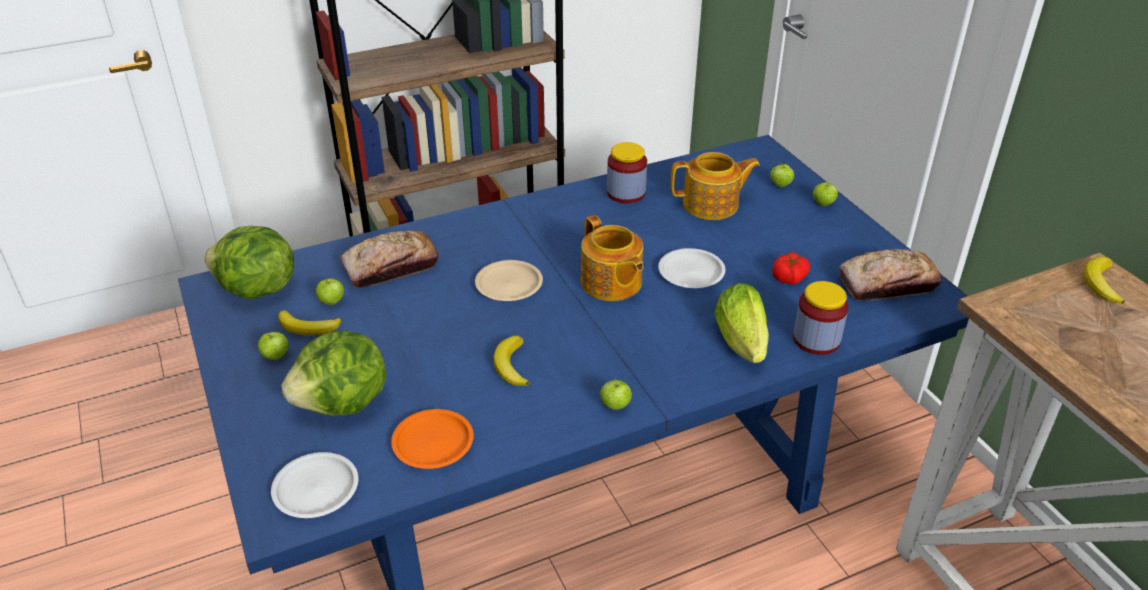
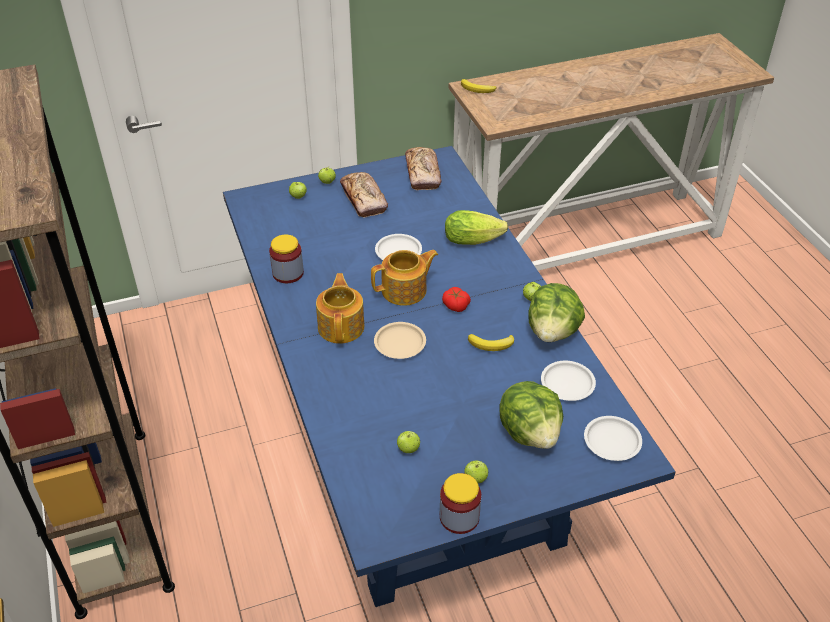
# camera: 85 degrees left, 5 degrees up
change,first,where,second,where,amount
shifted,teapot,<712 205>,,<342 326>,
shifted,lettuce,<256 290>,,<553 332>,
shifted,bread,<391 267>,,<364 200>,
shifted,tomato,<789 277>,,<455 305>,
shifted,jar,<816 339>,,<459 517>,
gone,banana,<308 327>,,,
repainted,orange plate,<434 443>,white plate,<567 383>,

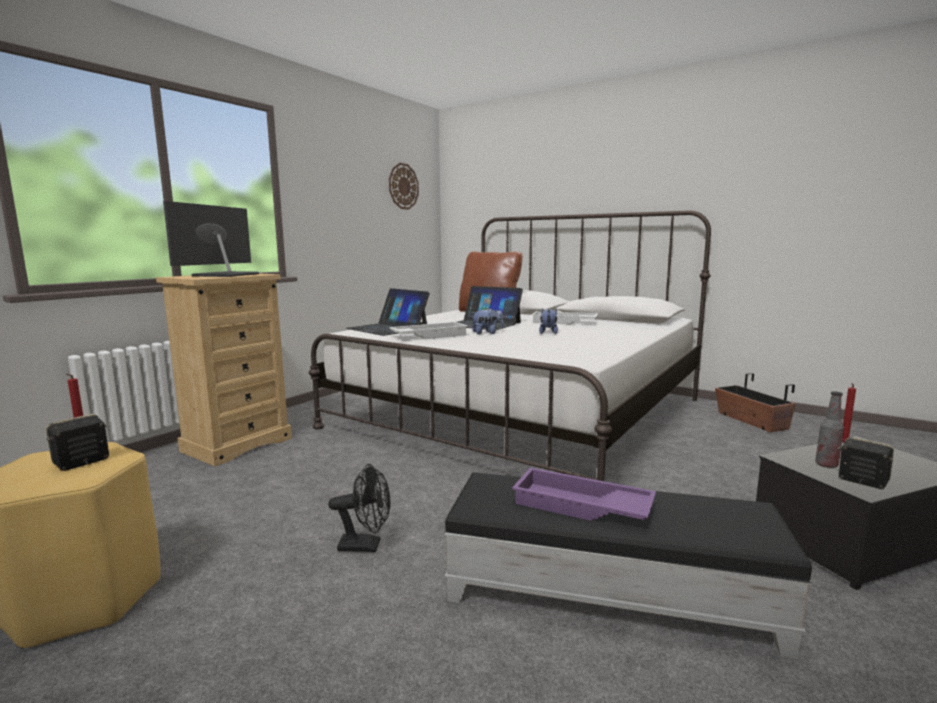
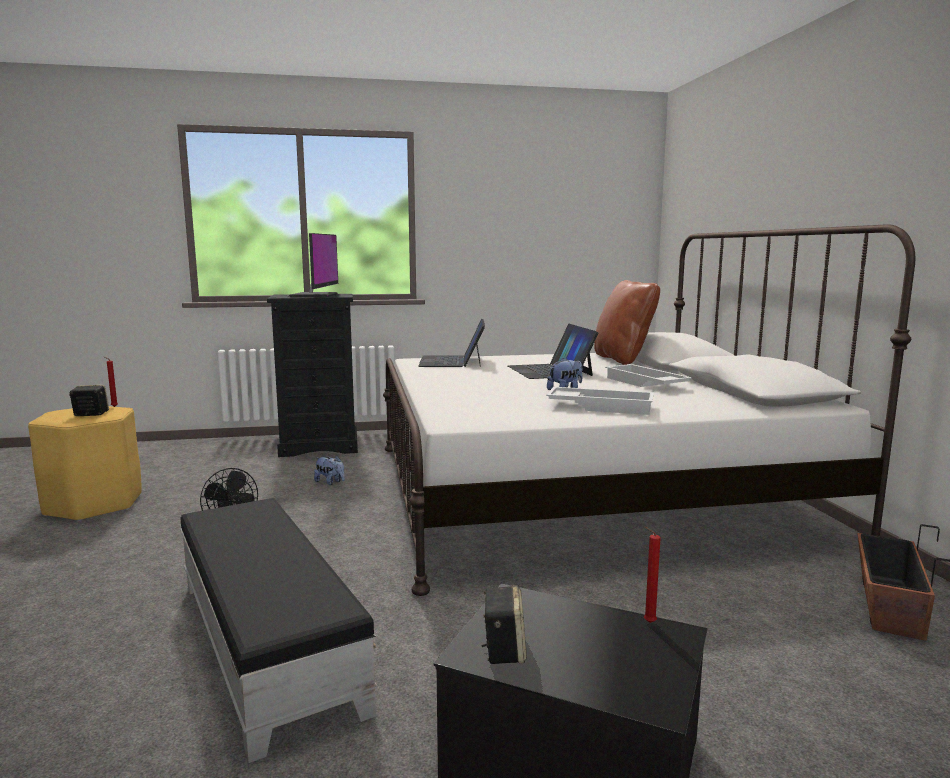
# camera: 45 degrees right, 0 degrees up
change,first,where,second,where,amount
gone,wall clock,<403 186>,,,
rotated,monitor,<224 275>,,<315 295>,120 degrees clockwise
repainted,beige dresser,<237 444>,black dresser,<319 446>,
shifted,plush toy,<487 333>,,<330 482>,
shifted,white tray,<429 336>,,<601 406>,
gone,bottle,<826 465>,,,
gone,purple tray,<580 506>,,,

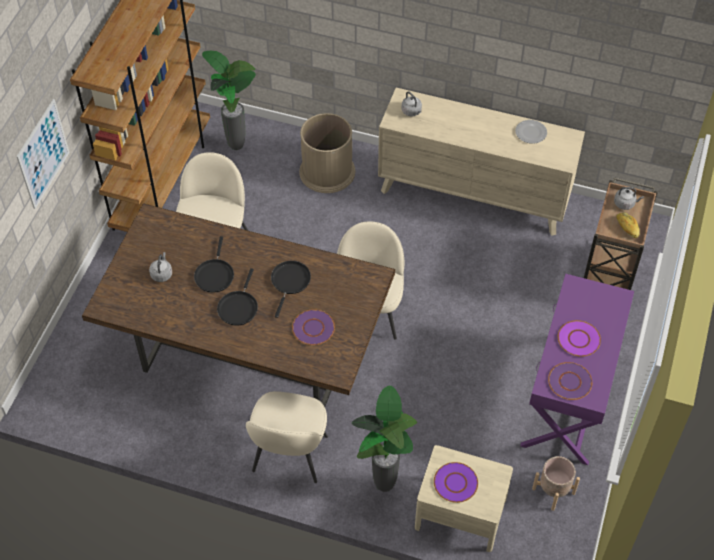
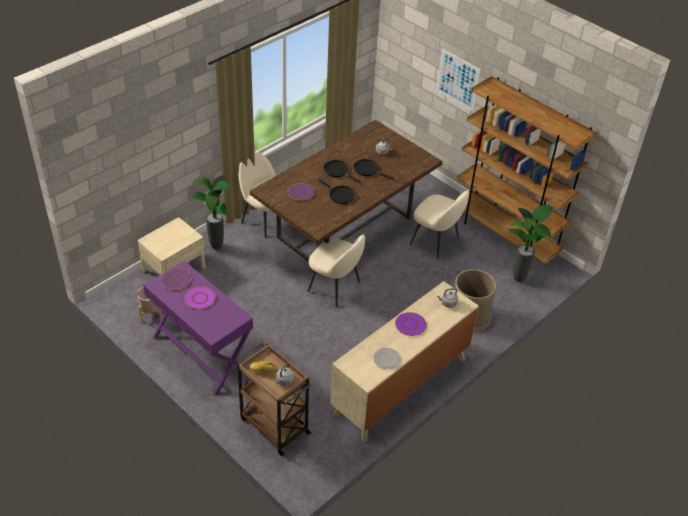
# camera: 115 degrees right, 10 degrees down
change,first,where,second,where,amount
shifted,purple plate,<455 482>,,<410 324>,

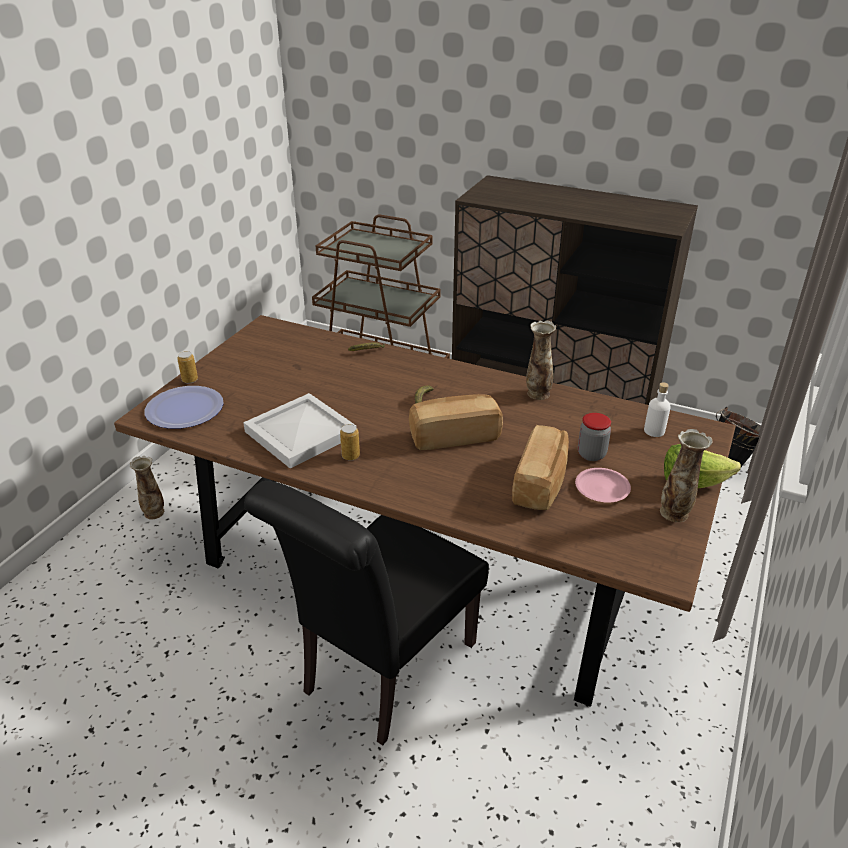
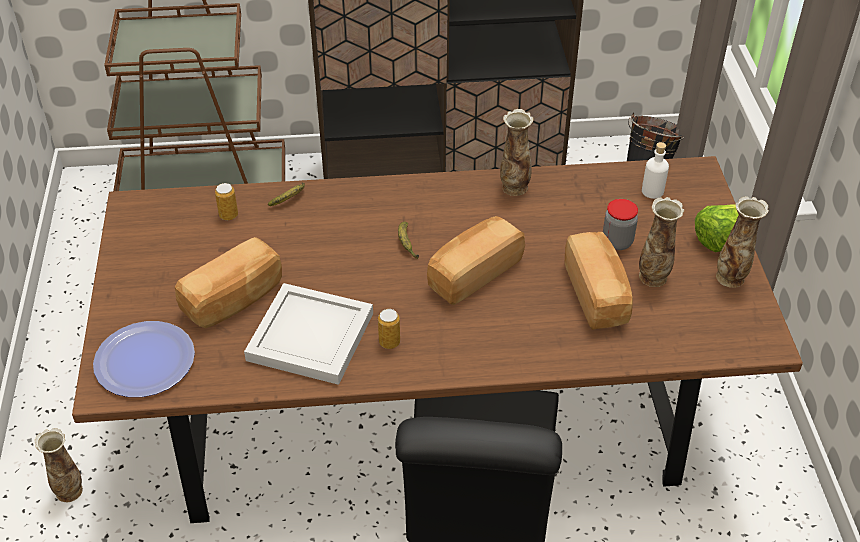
# camera: 30 degrees left, 10 degrees up
change,first,where,second,where,amount
shifted,can,<190 380>,,<228 215>,
swapped,pink plate,<601 488>,vase,<653 277>,
new,,,bread,<234 299>,

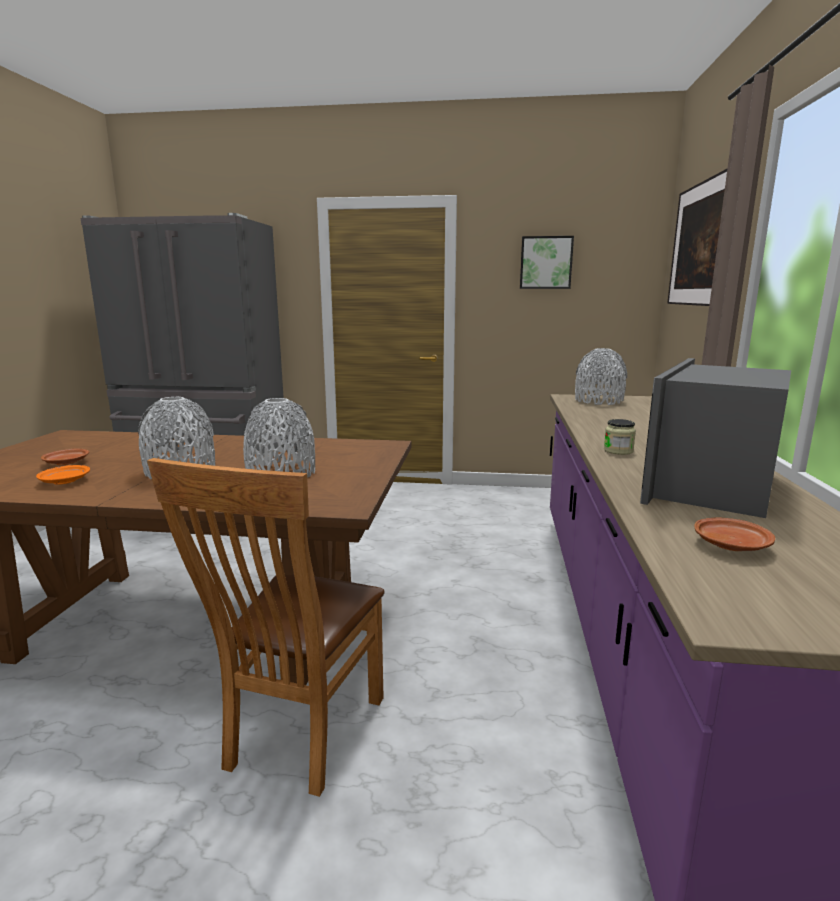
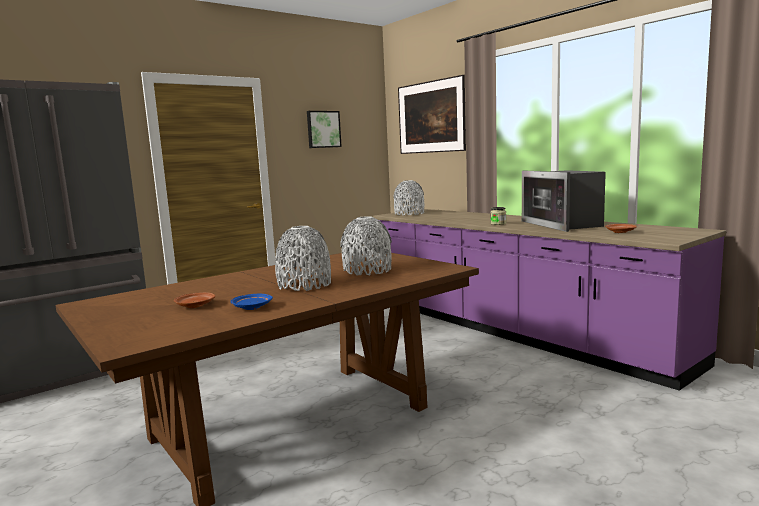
# camera: 45 degrees left, 5 degrees down
change,first,where,second,where,amount
gone,brown chair,<299 737>,,,
repainted,orange plate,<65 481>,blue plate,<251 307>,

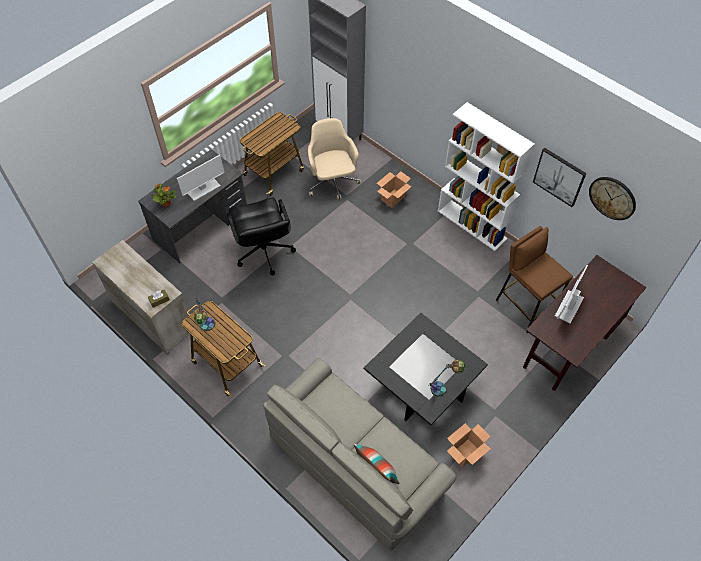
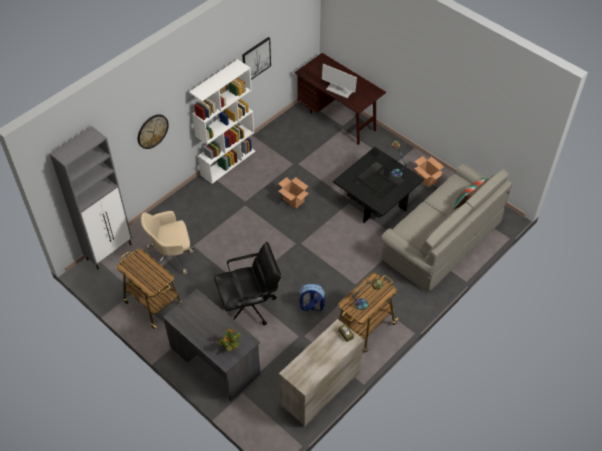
# camera: 90 degrees left, 5 degrees down
change,first,where,second,where,amount
gone,monitor,<203 189>,,,
shifted,cardboard box,<393 198>,,<293 200>,
shifted,wall clock,<612 198>,,<152 131>,
gone,brown stool,<525 306>,,,
new,,,backpack,<311 306>,

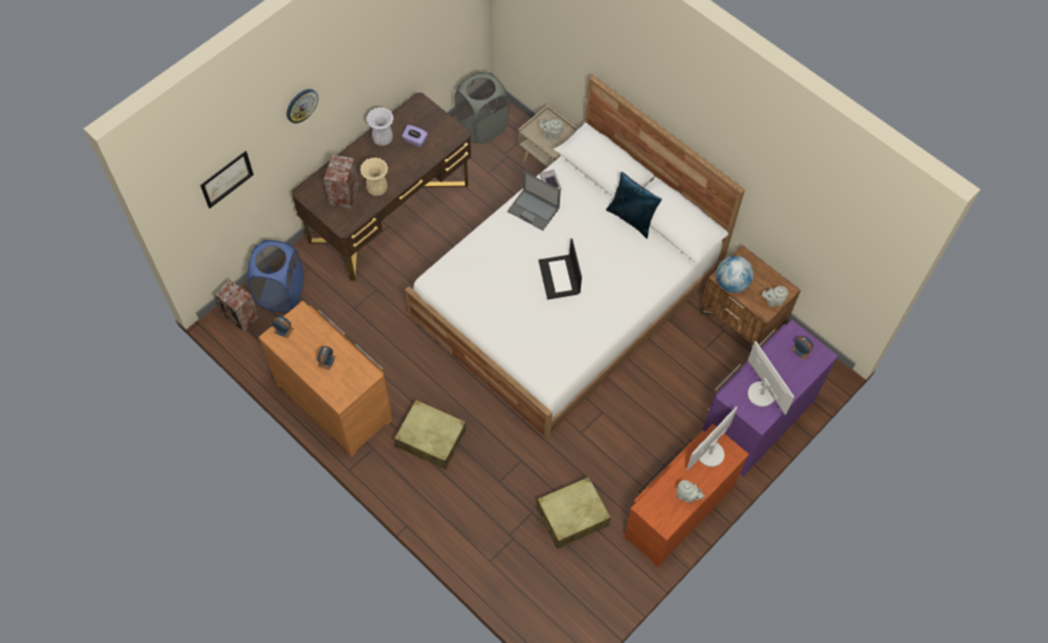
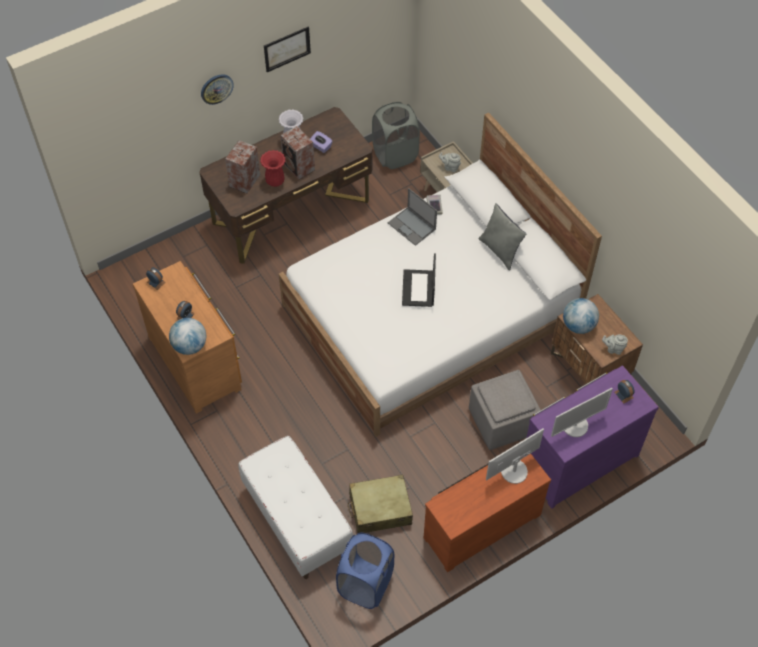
# camera: 15 degrees right, 5 degrees down
change,first,where,second,where,amount
shifted,picture,<226 179>,,<287 49>,
repainted,beige vase,<376 189>,red vase,<274 181>,
repainted,blue pillow,<632 218>,grey pillow,<500 250>,
shifted,blue laundry basket,<281 293>,,<365 584>,
shifted,speaker,<241 317>,,<299 167>,
rotated,monitor,<761 393>,,<575 425>,75 degrees clockwise
gone,beige suitcase,<430 438>,,,
gone,grey teapot,<687 496>,,,
new,,,globe,<190 346>,
new,,,grey ottoman,<501 422>,
new,,,white bench,<297 520>,

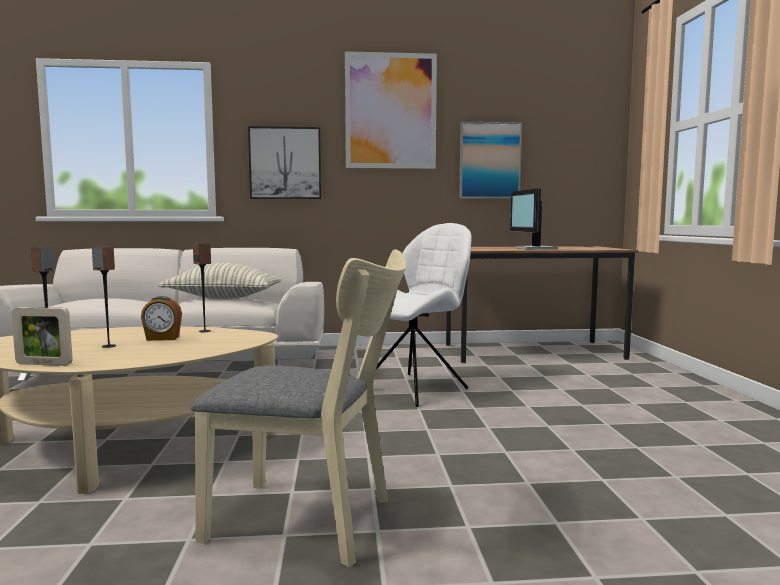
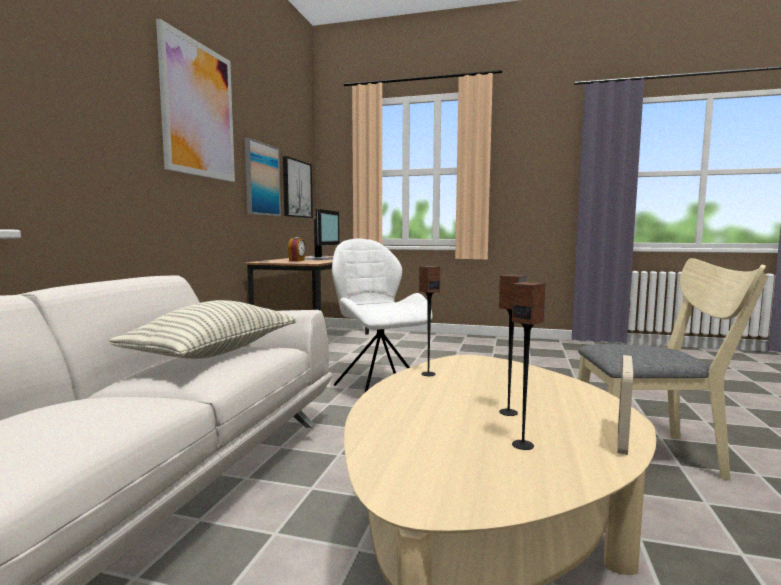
# camera: 70 degrees left, 0 degrees up
change,first,where,second,where,amount
shifted,picture,<285 163>,,<296 189>,
rotated,monitor,<534 248>,,<320 259>,90 degrees counterclockwise
rotated,beige chair,<313 521>,,<655 454>,60 degrees clockwise
shifted,alarm clock,<162 338>,,<297 260>,

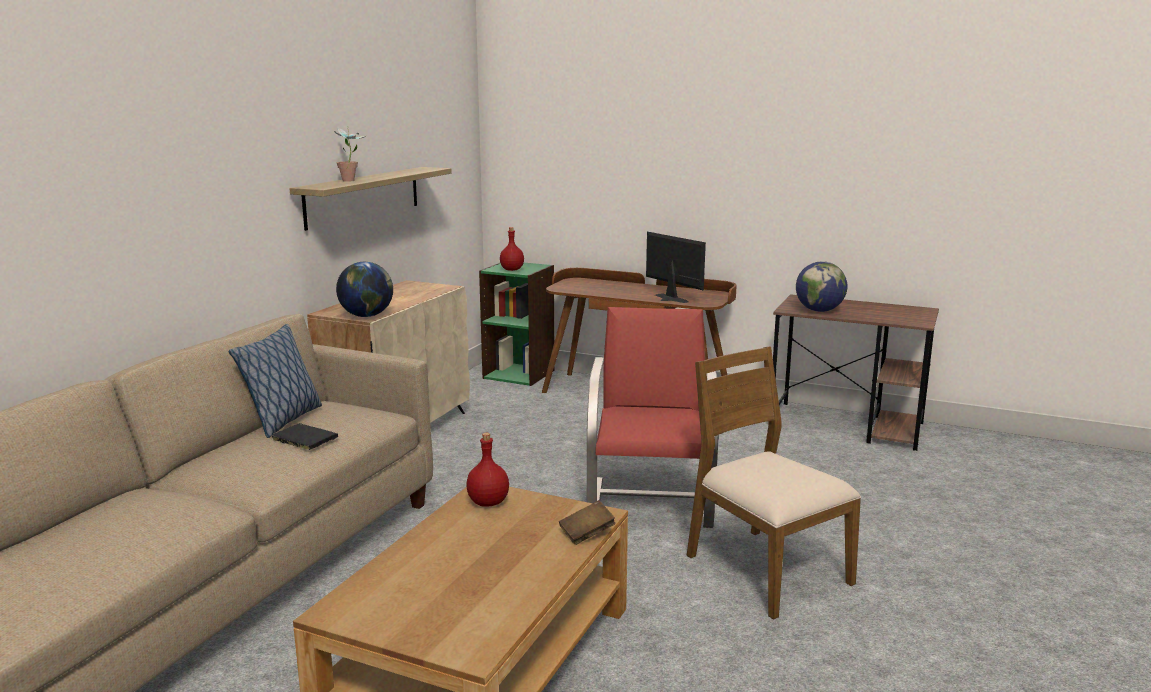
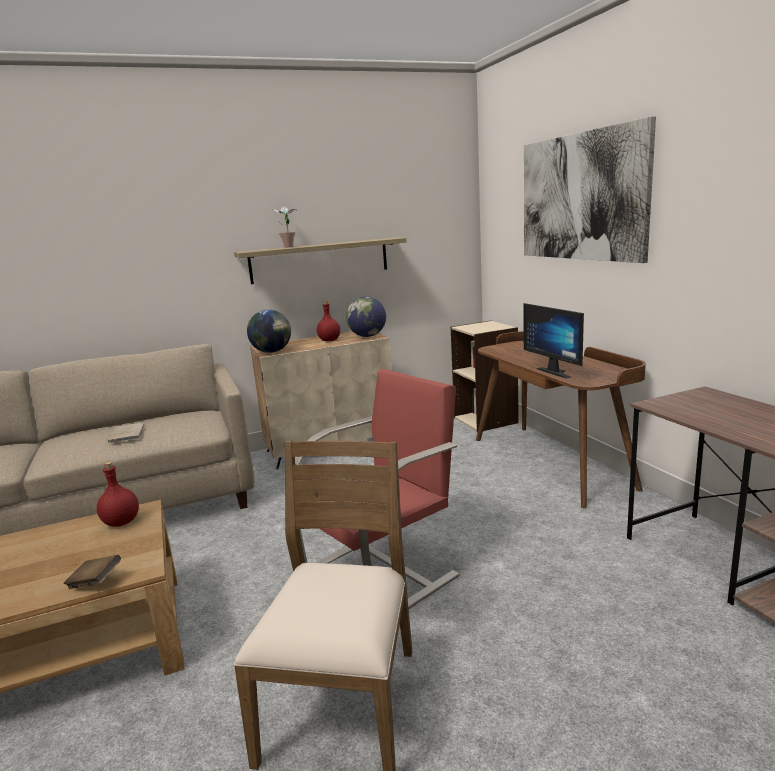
# camera: 45 degrees right, 0 degrees up
change,first,where,second,where,amount
shifted,red bottle,<512 269>,,<330 340>,
rotated,monitor,<667 299>,,<557 372>,150 degrees clockwise
shifted,globe,<819 311>,,<367 336>,
repainted,green bookcase,<519 374>,beige bookcase,<486 420>,
gone,pillow,<283 421>,,,
repainted,black book,<303 439>,beige book,<127 434>,
new,,,picture,<581 197>,

